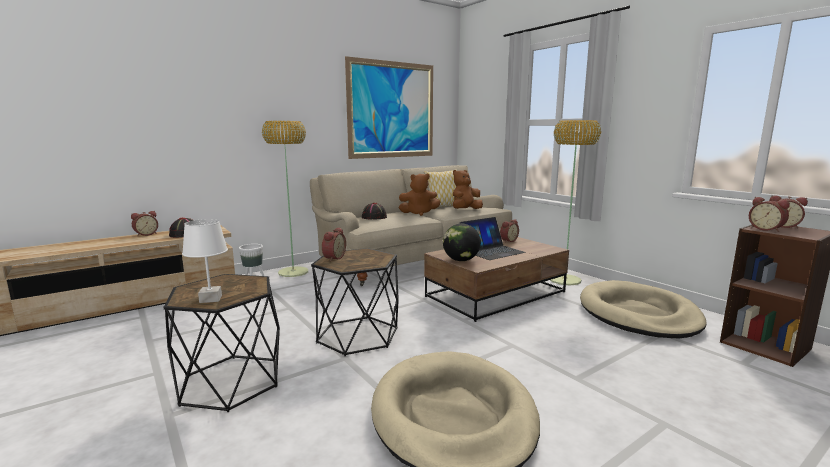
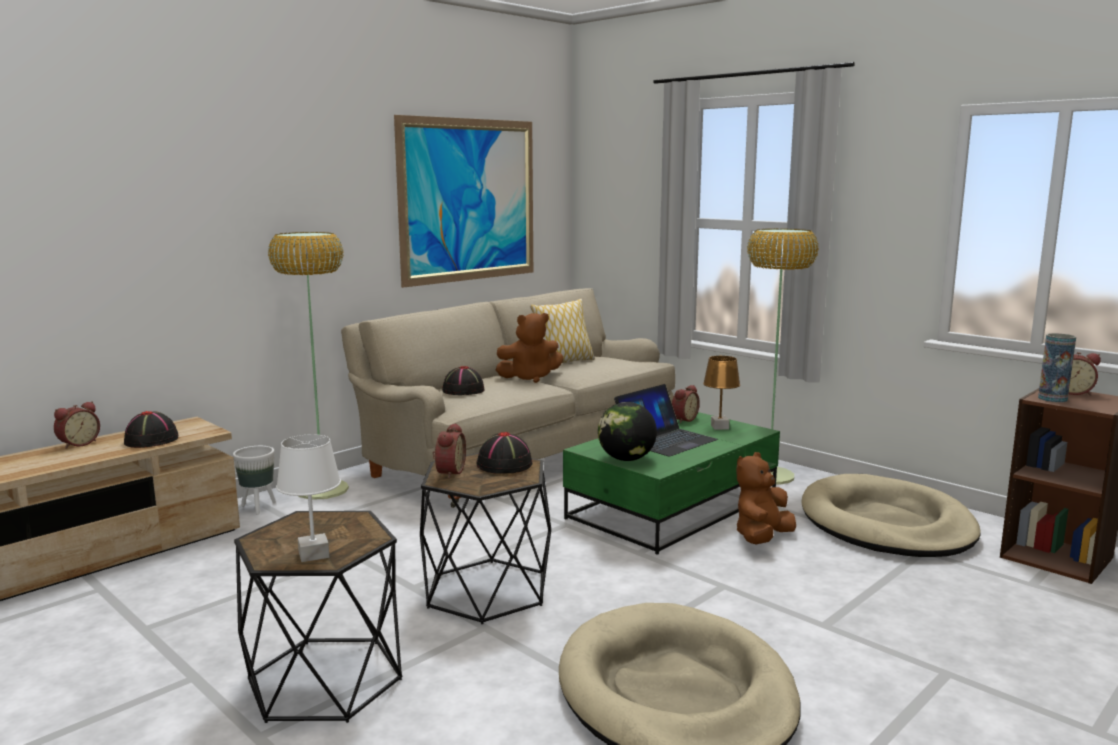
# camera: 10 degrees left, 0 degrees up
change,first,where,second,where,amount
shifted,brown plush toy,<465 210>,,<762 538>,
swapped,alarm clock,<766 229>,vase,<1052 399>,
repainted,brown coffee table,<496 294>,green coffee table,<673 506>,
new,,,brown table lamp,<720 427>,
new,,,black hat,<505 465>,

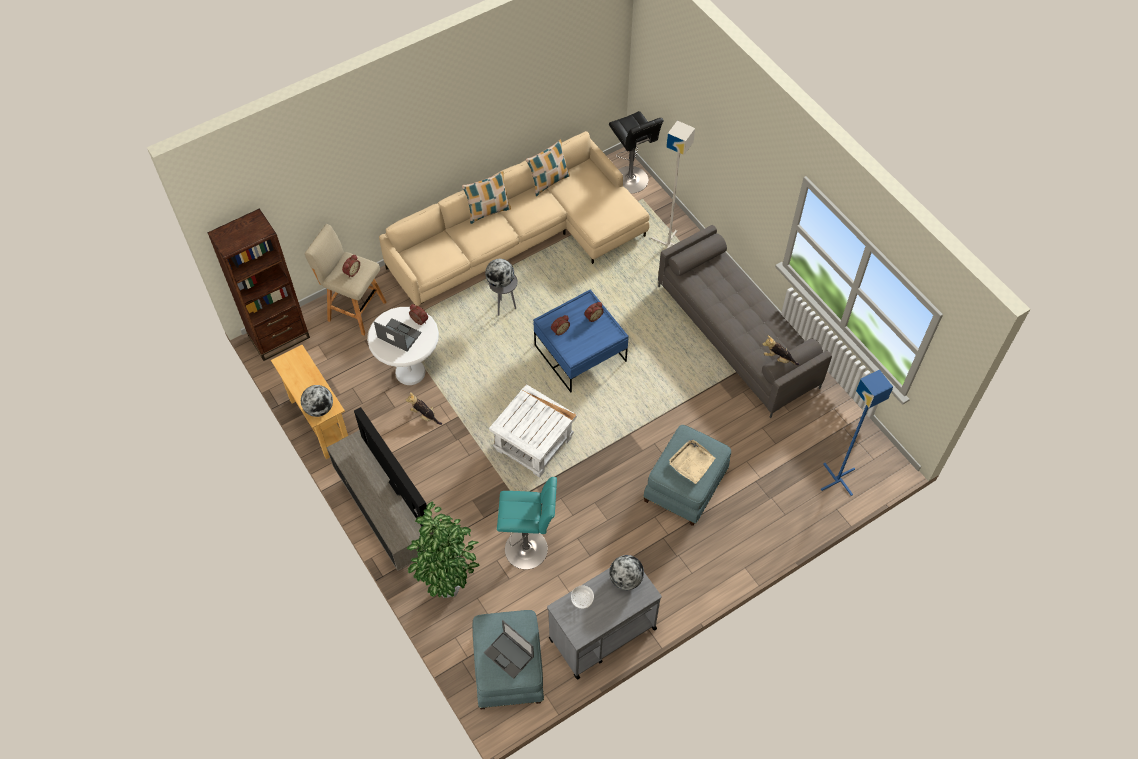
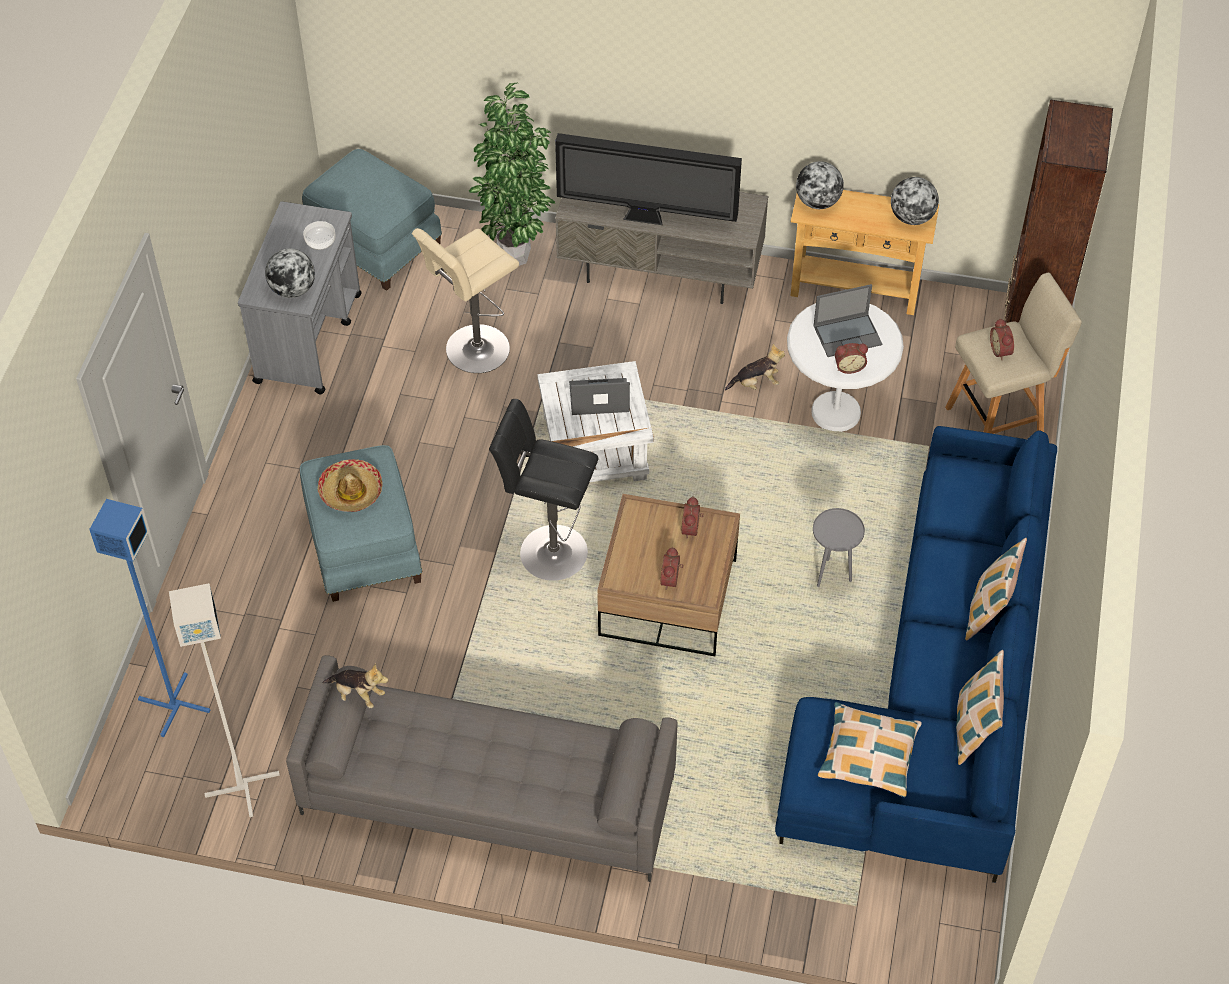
# camera: 135 degrees right, 5 degrees down
change,first,where,second,where,amount
shifted,black stool,<631 181>,,<548 551>,
shifted,grey floor lamp,<669 244>,,<241 785>,
repainted,beige sofa,<522 238>,blue sofa,<937 689>,
shifted,globe,<500 281>,,<912 217>,
repainted,blue coffee table,<580 353>,brown coffee table,<668 598>,
rotated,plush toy,<778 358>,,<357 694>,45 degrees clockwise
swapped,beige tray,<691 462>,hat,<351 491>,
repainted,turquoise stool,<529 549>,beige stool,<474 351>,
shifted,laptop,<509 655>,,<598 397>,
new,,,pillow,<868 755>,

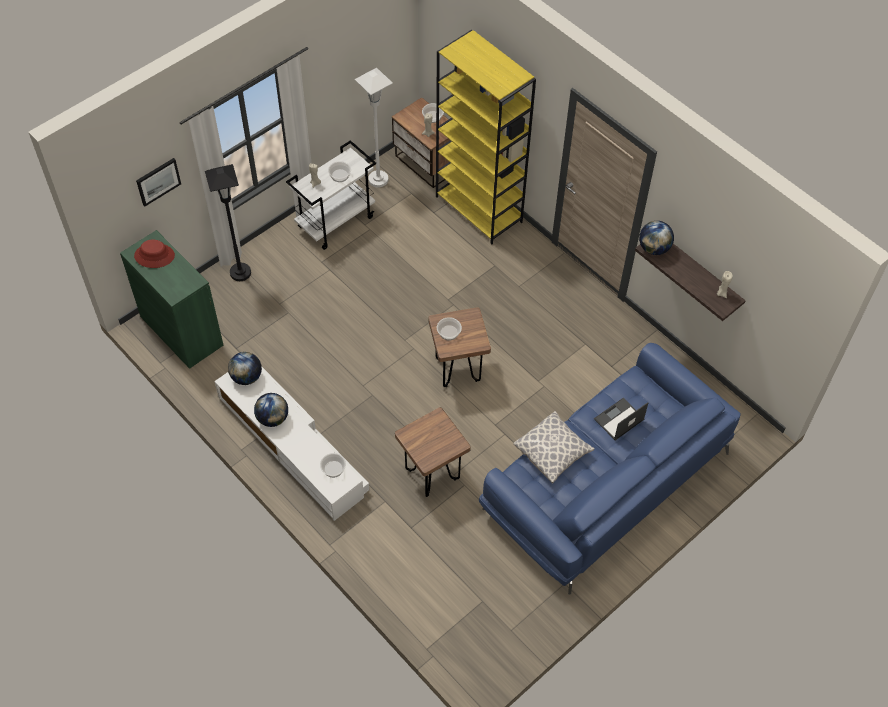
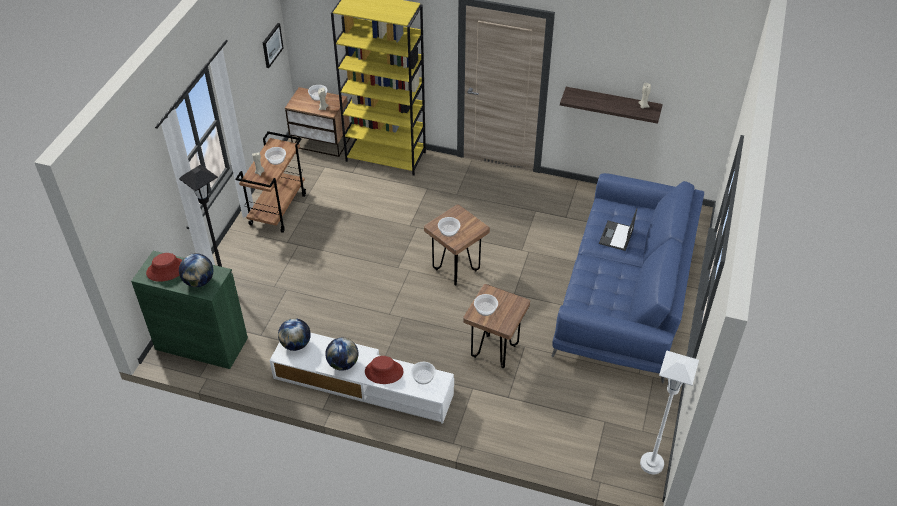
# camera: 30 degrees left, 10 degrees down
change,first,where,second,where,amount
shifted,white floor lamp,<378 179>,,<651 464>,
repainted,white cart,<336 221>,brown cart,<278 209>,
shifted,picture,<158 181>,,<272 45>,
shifted,globe,<654 248>,,<199 281>,
gone,pillow,<552 452>,,,
new,,,bowl,<485 308>,
new,,,red hat,<384 372>,

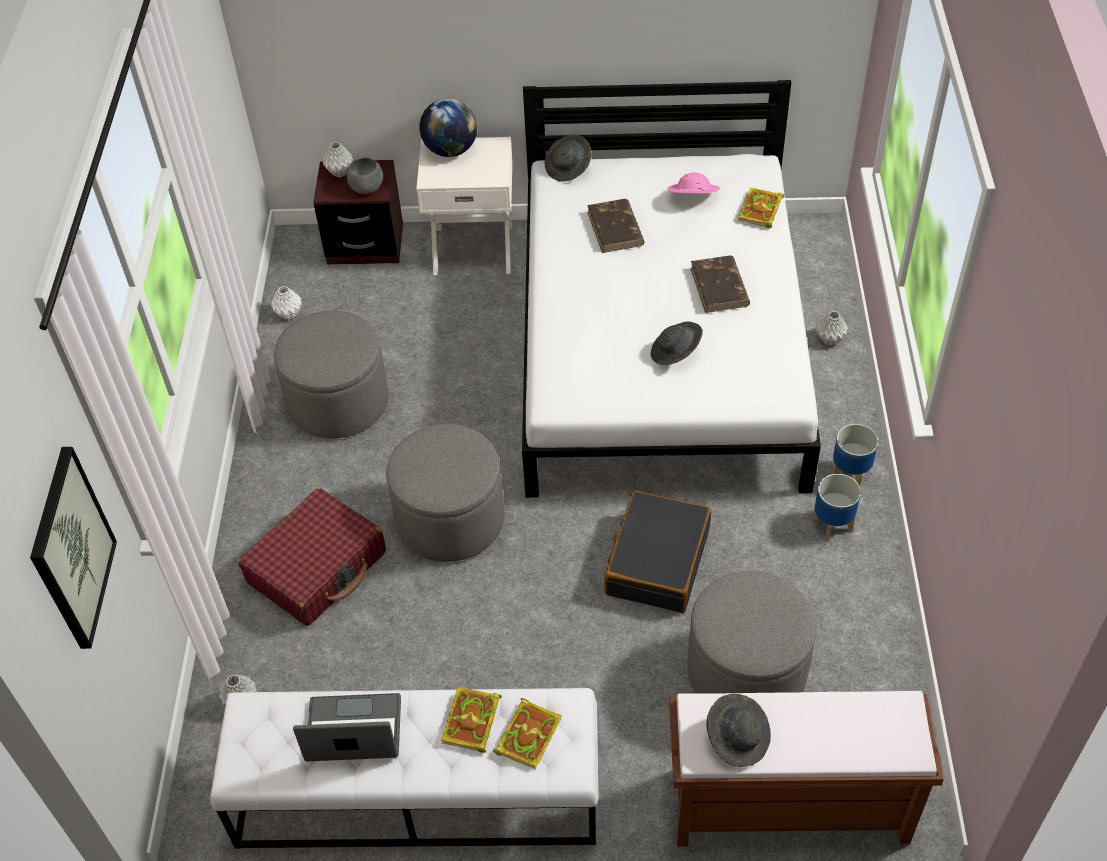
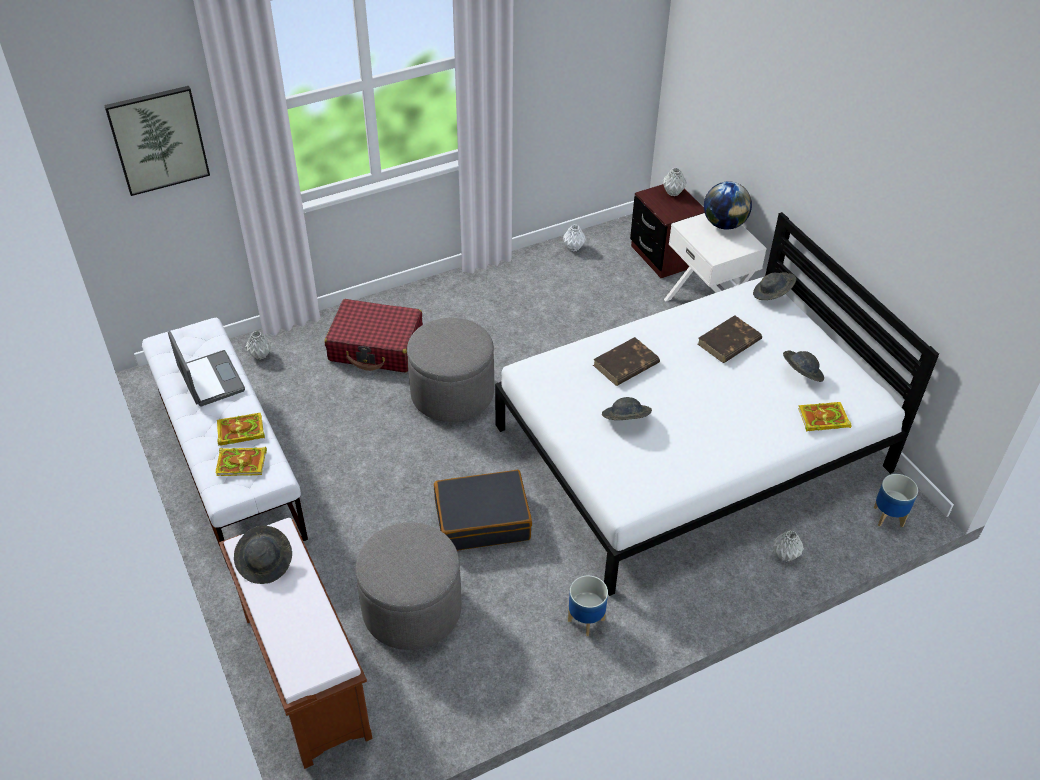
# camera: 60 degrees right, 5 degrees down
change,first,where,second,where,amount
gone,grey bowl,<367 188>,,,
repainted,pink hat,<692 198>,grey hat,<801 374>,
shifted,brown book,<719 287>,,<625 365>,
gone,grey ottoman,<338 402>,,,
shifted,planter,<850 473>,,<888 516>,

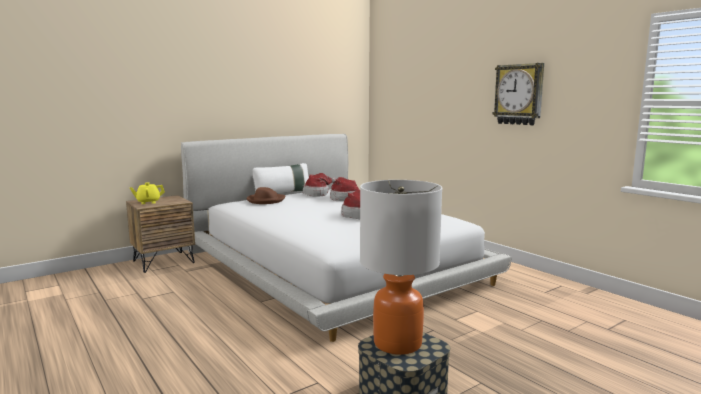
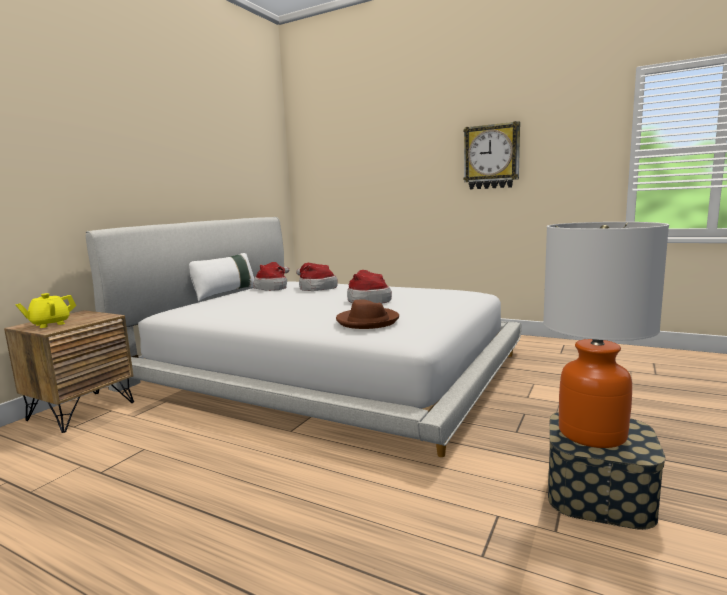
# camera: 25 degrees left, 0 degrees up
change,first,where,second,where,amount
shifted,brown hat,<265 200>,,<367 321>,

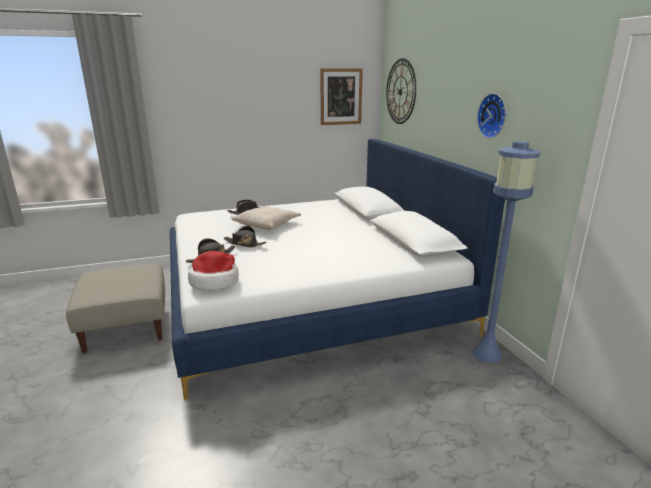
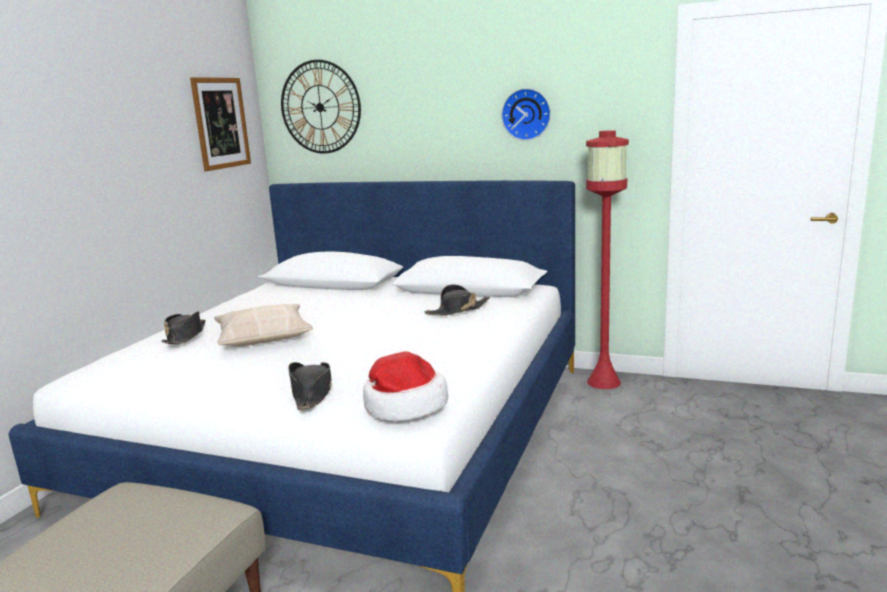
# camera: 50 degrees left, 5 degrees down
change,first,where,second,where,amount
repainted,blue floor lamp,<487 354>,red floor lamp,<604 382>,
shifted,black hat,<244 244>,,<457 310>,

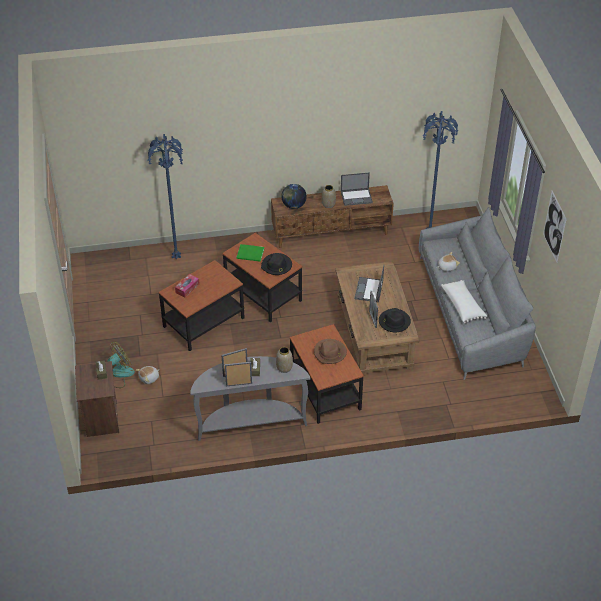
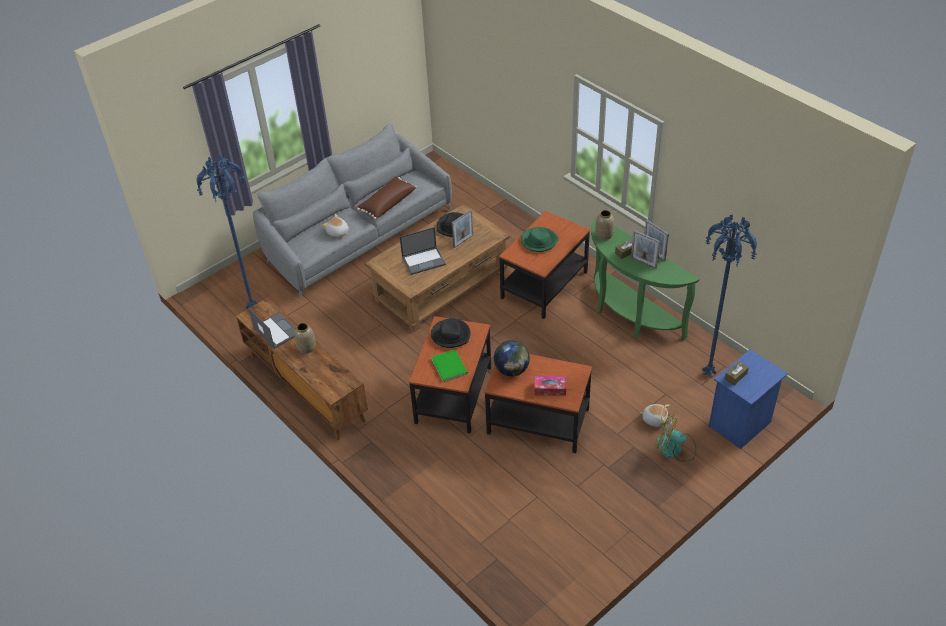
# camera: 120 degrees left, 0 degrees up
change,first,where,second,where,amount
shifted,blue floor lamp,<176 257>,,<707 374>,
shifted,globe,<293 206>,,<512 370>,
gone,picture,<554 226>,,,
repainted,white pillow,<463 306>,brown pillow,<387 203>,
repainted,brown hat,<330 353>,green hat,<539 241>,
repainted,grey console table,<251 421>,green console table,<629 314>,
repainted,brown nightstand,<101 419>,blue nightstand,<740 425>,

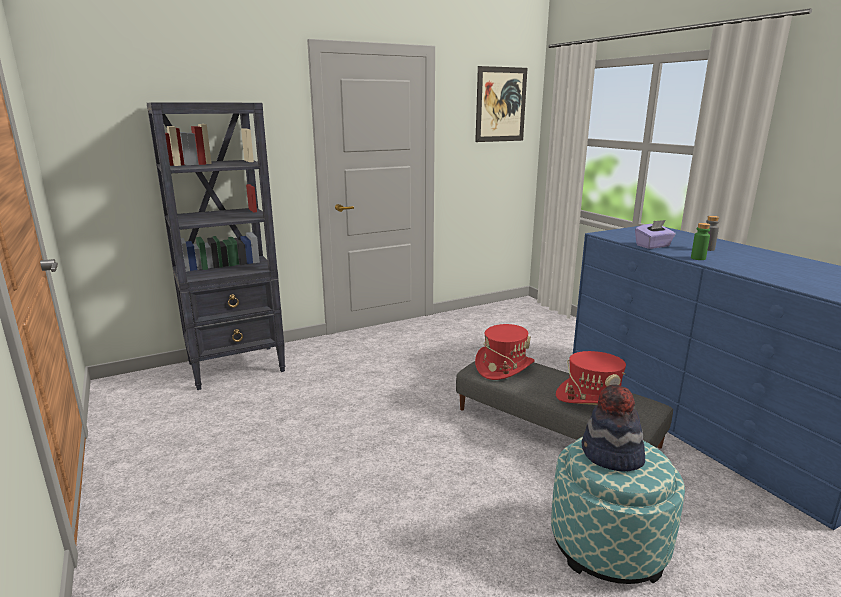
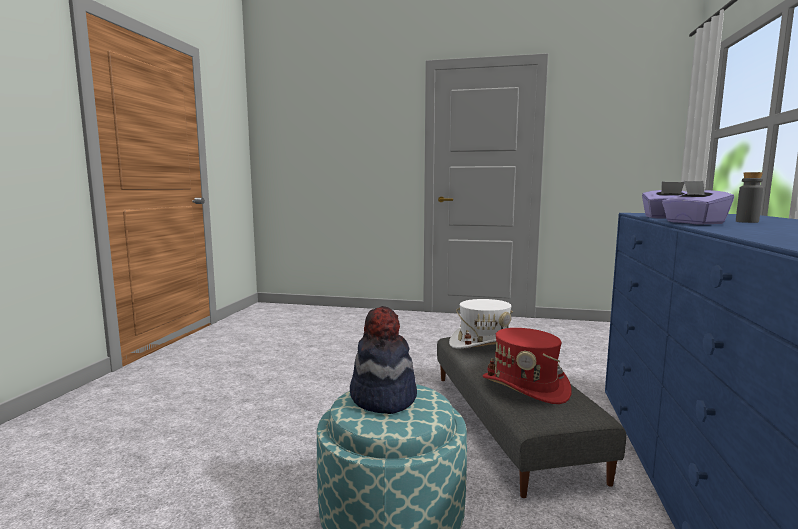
# camera: 40 degrees right, 10 degrees down
change,first,where,second,where,amount
gone,picture,<501 104>,,,
gone,black bookcase,<237 367>,,,
swapped,green bottle,<698 258>,purple tissue box,<693 223>,
repainted,red hat,<504 367>,white hat,<484 344>,

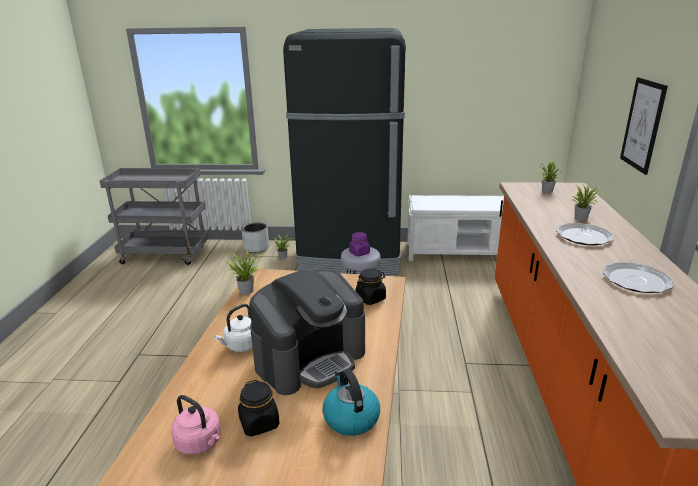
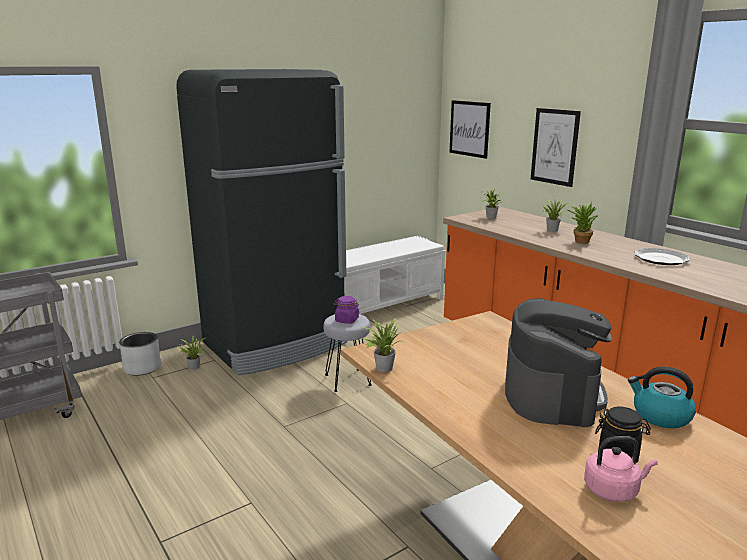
# camera: 40 degrees left, 5 degrees down
change,first,where,second,where,amount
swapped,plate,<584 236>,potted plant,<579 241>,
gone,black jar,<370 298>,,,
gone,white kettle,<241 346>,,,
new,,,picture,<469 128>,

